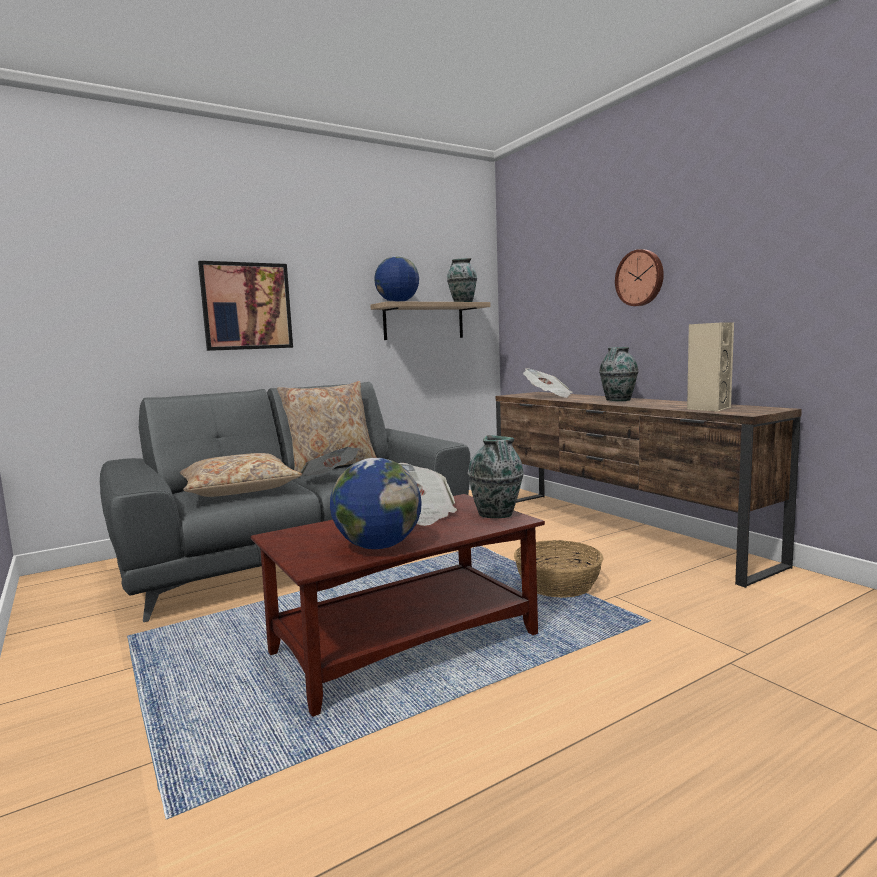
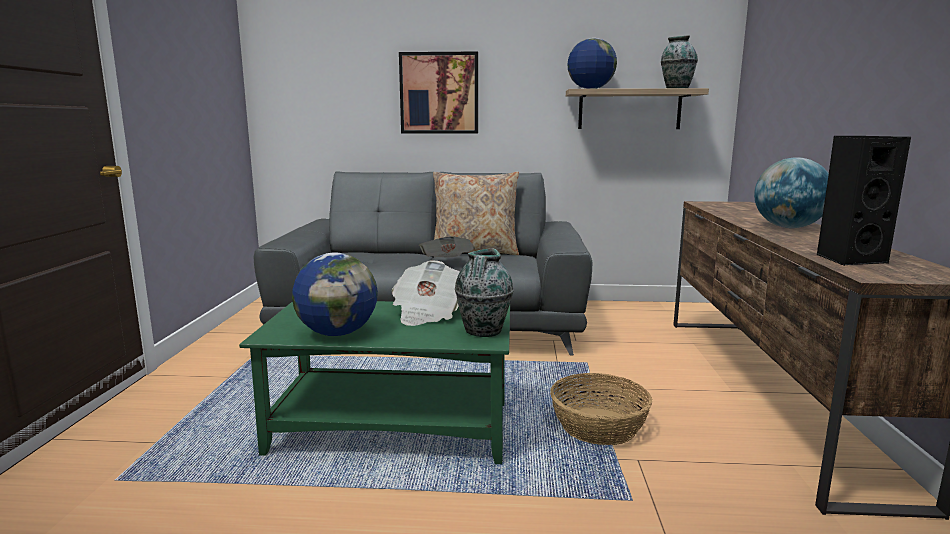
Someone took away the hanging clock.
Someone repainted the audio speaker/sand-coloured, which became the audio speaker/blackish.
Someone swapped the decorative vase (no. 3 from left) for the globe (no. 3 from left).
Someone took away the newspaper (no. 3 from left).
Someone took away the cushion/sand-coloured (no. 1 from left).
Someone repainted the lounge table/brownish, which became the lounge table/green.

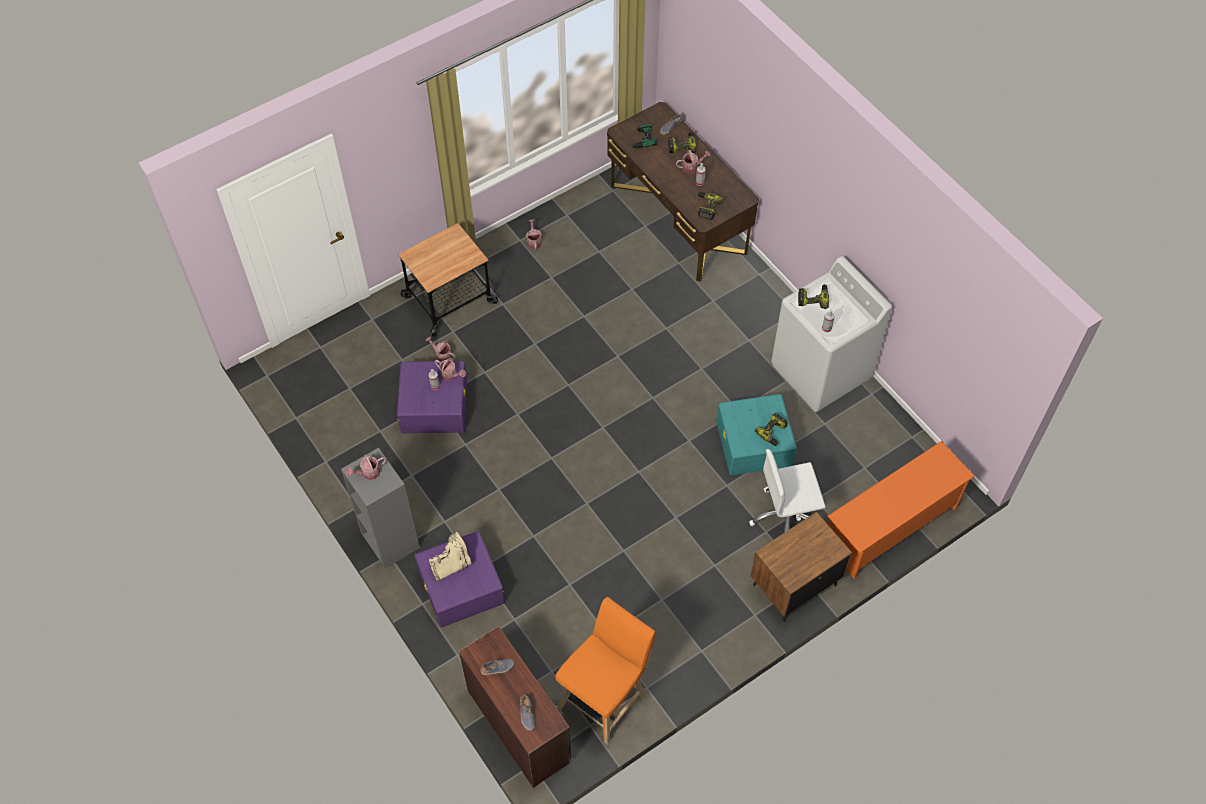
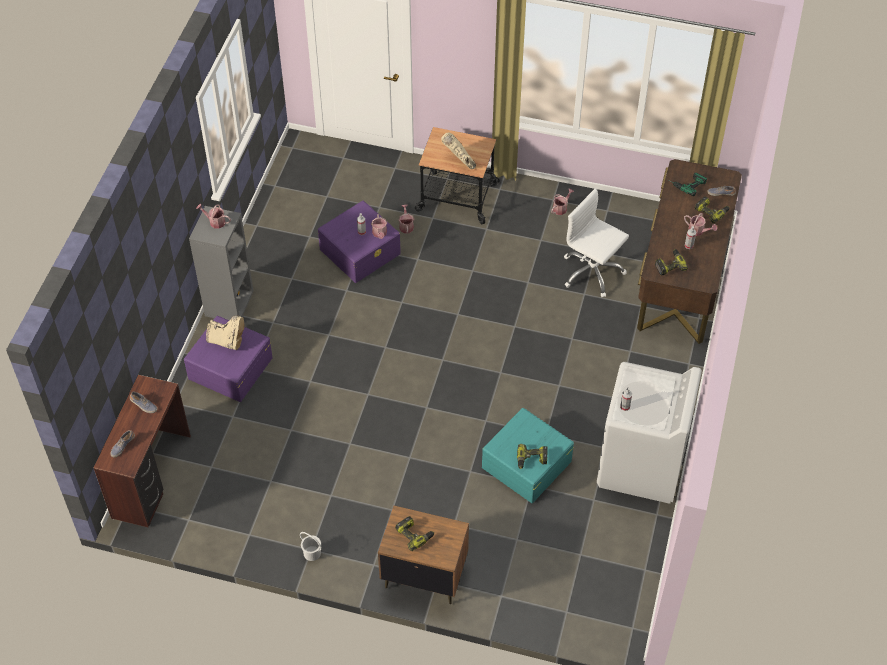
Someone carried the electric drill (no. 5 from left in the first image).
Someone took away the shoe shelf/orange.
Someone carried the office chair/white-coloured.
Someone took away the stool seat/orange.
Someone put down the tall boot/sand-coloured (no. 2 from left).
Someone put down the water bucket/white-coloured.

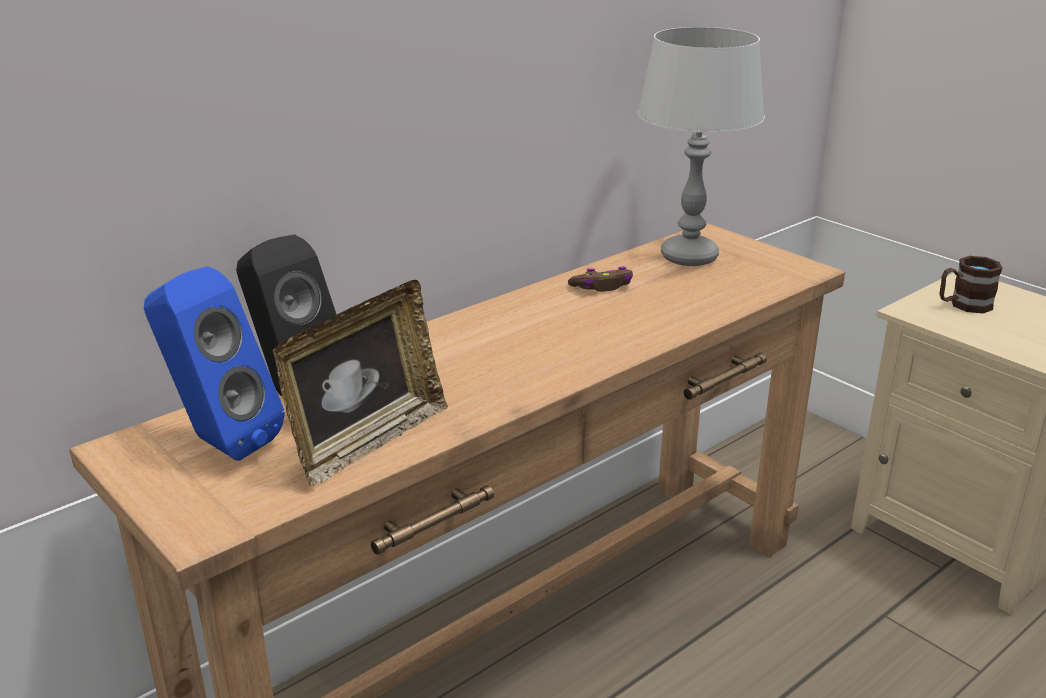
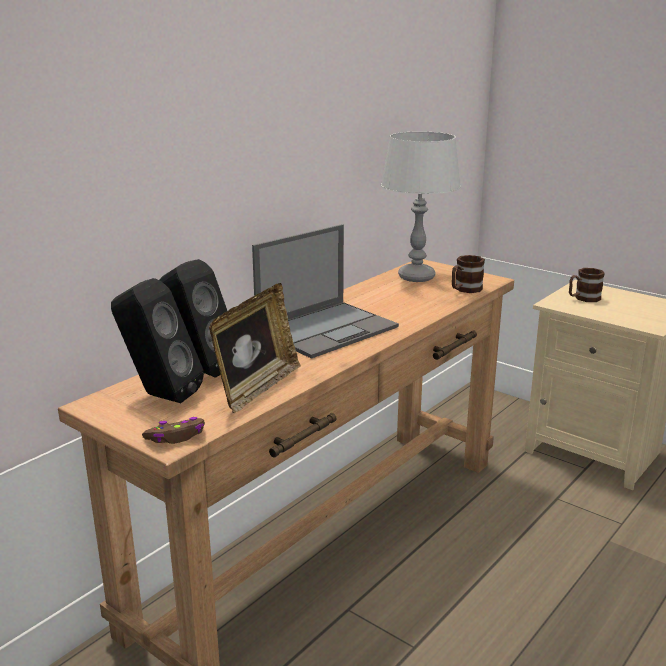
Someone repainted the audio speaker/blue-coloured, which became the audio speaker/blackish (no. 1 from left).
Someone carried the game controller/brownish.
Someone put down the notebook computer.
Someone put down the tea mug/brownish (no. 1 from left).

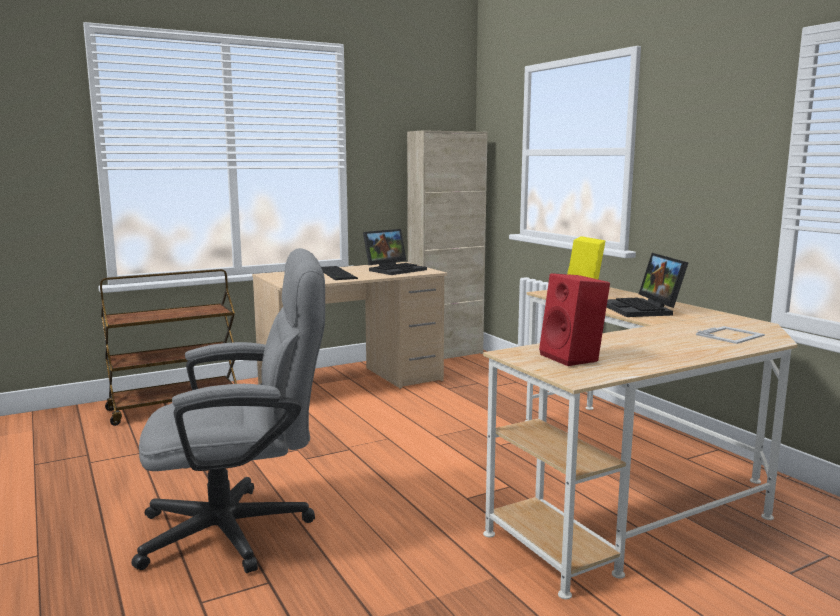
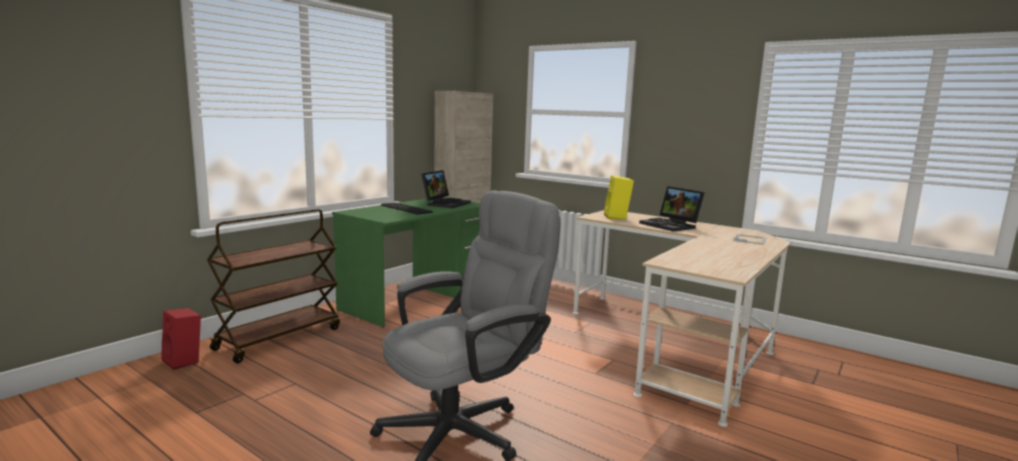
Someone repainted the desk table/sand-coloured (no. 1 from left), which became the desk table/green.
Someone carried the audio speaker/red-coloured.

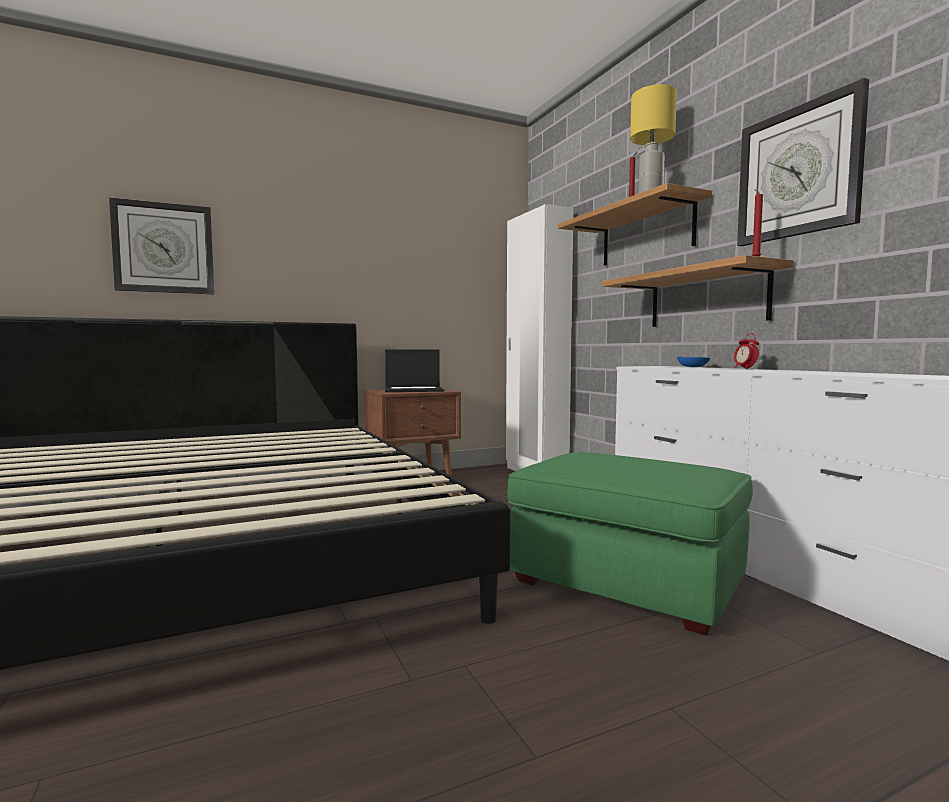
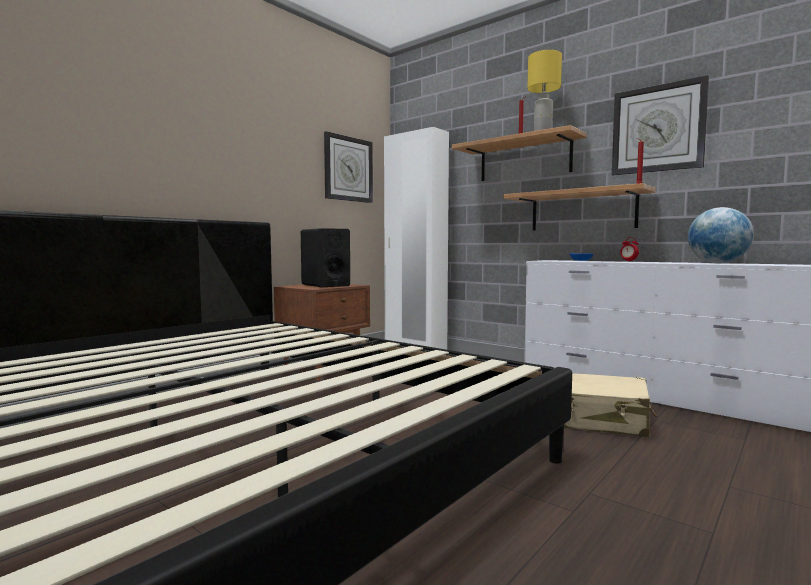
Someone carried the hanging clock (no. 1 from left).
Someone swapped the notebook computer for the audio speaker/blackish.
Someone swapped the footrest/green for the piece of luggage/sand-coloured.
Someone put down the globe.

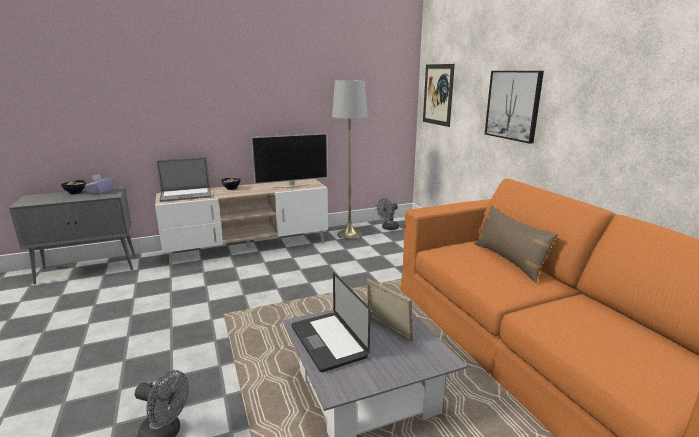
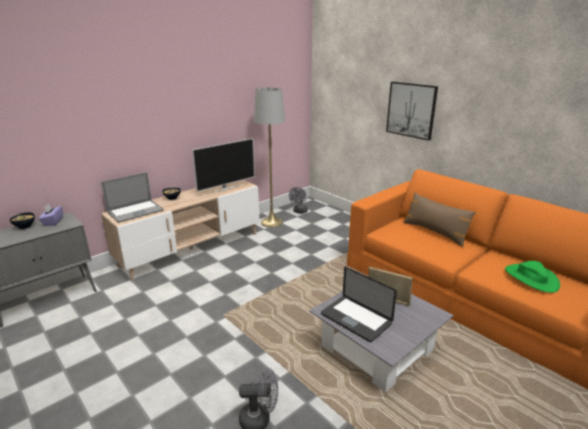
Someone took away the wall picture (no. 1 from left).
Someone put down the wearable hat/green.

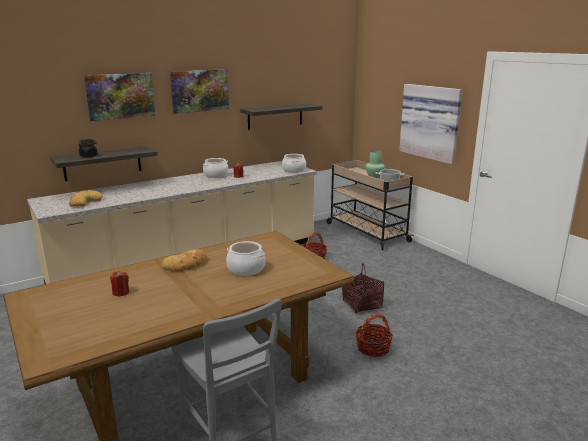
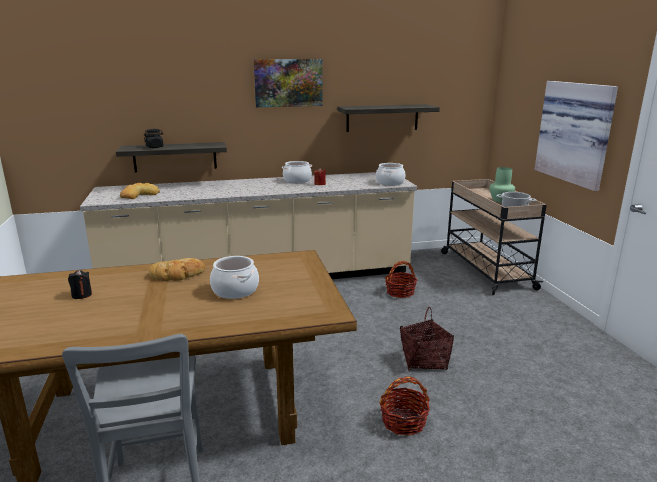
Someone took away the wall picture (no. 1 from left).
Someone repainted the candle/red-coloured (no. 1 from left), which became the candle/blackish.

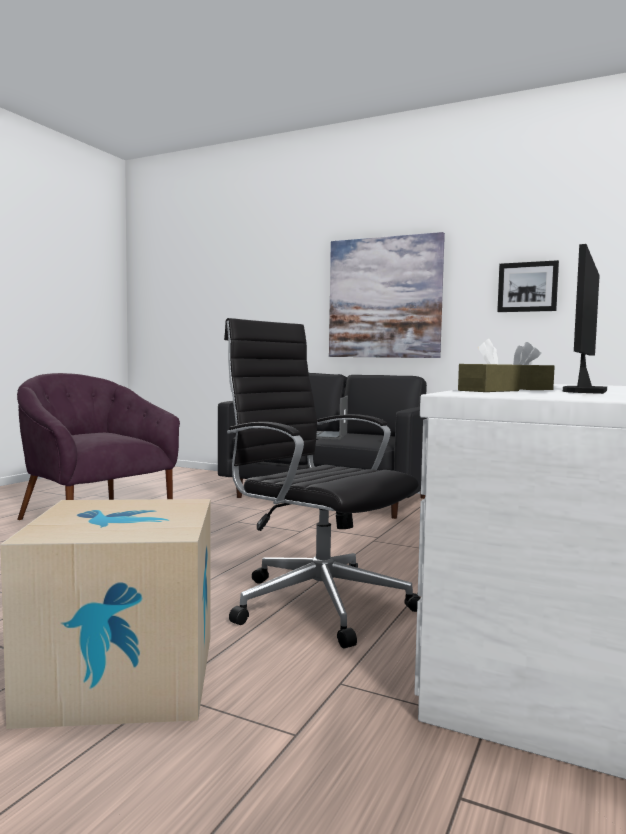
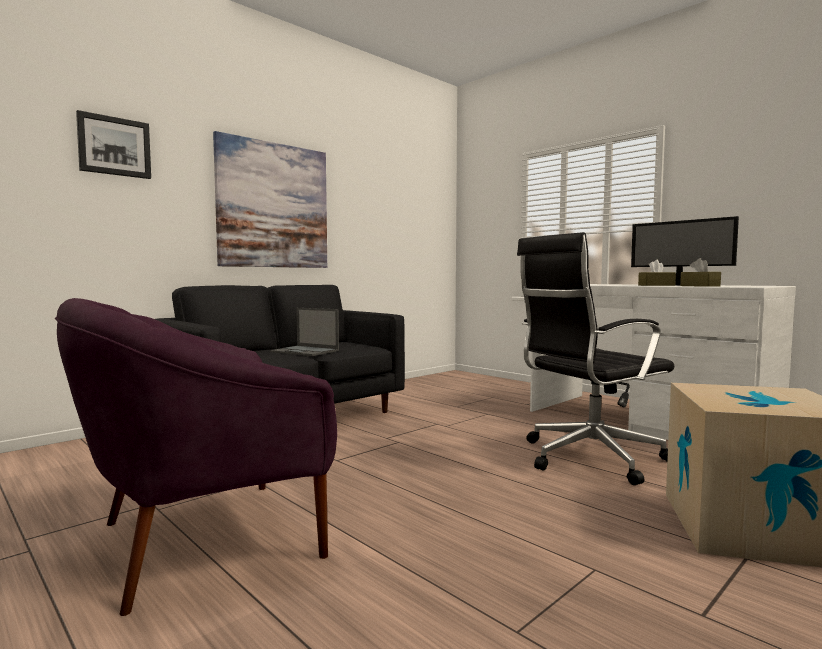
Someone carried the wall picture (no. 2 from left in the first image).

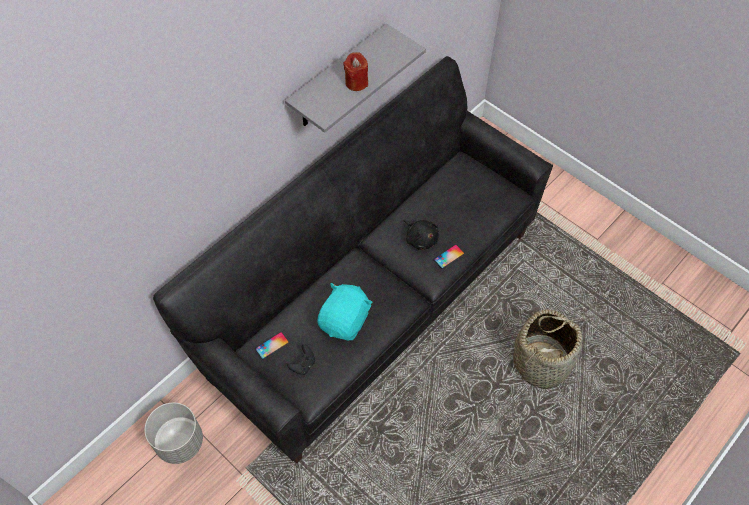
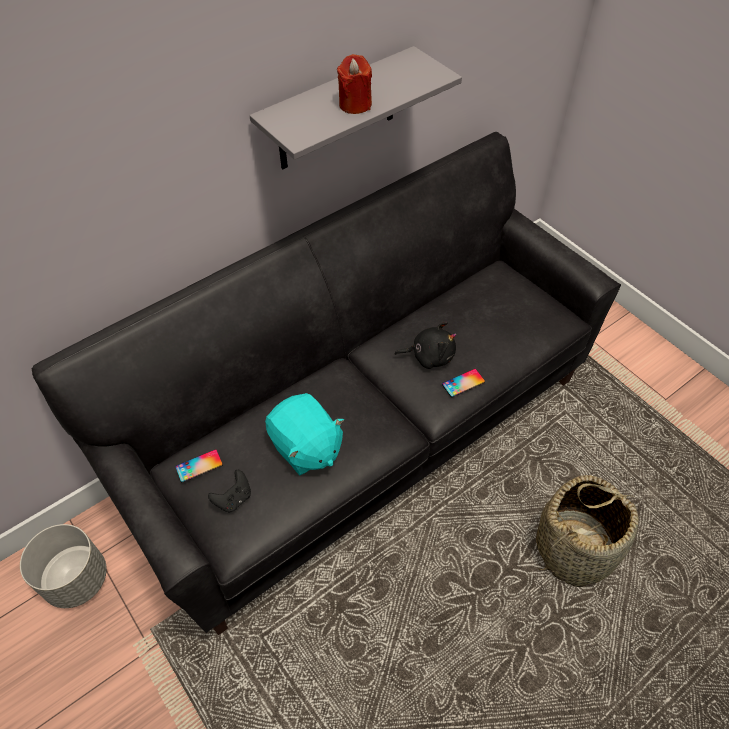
Someone rotated the plush toy/blackish by 60 degrees counterclockwise.
Someone rotated the plush toy/turquoise by 105 degrees clockwise.

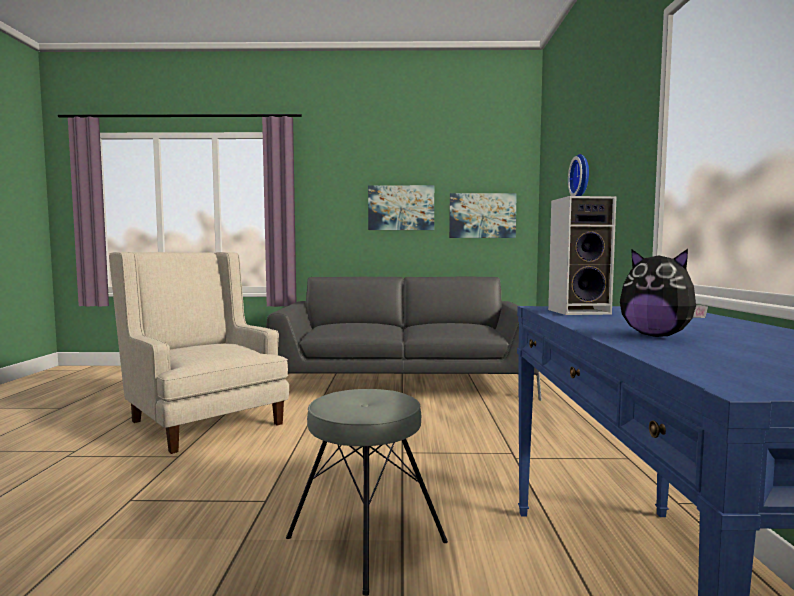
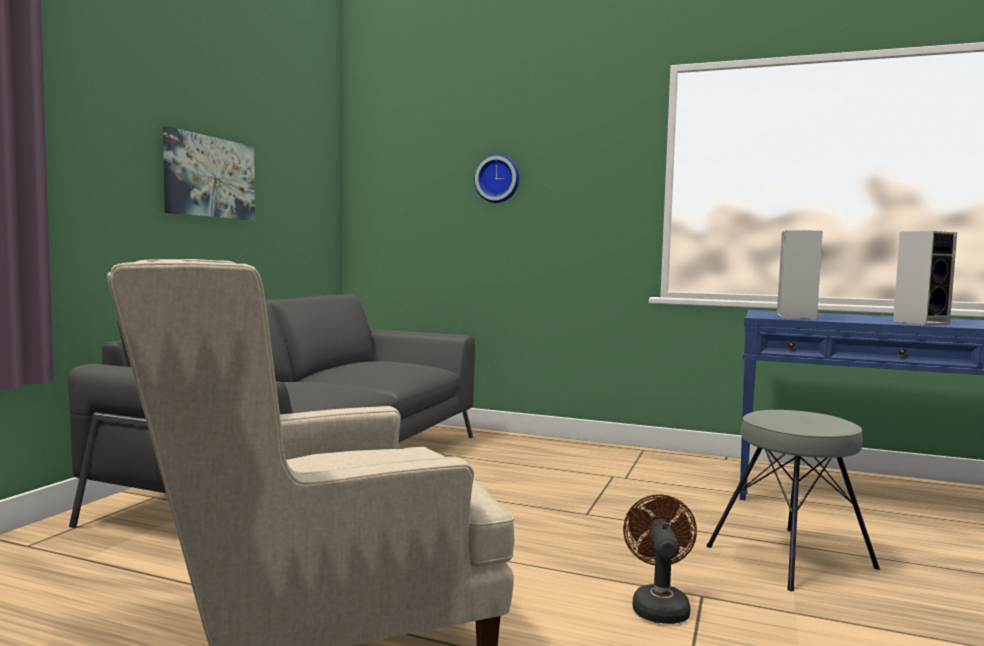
Someone took away the wall picture (no. 2 from left).
Someone swapped the plush toy for the audio speaker (no. 2 from left).
Someone put down the electric fan/brownish.

